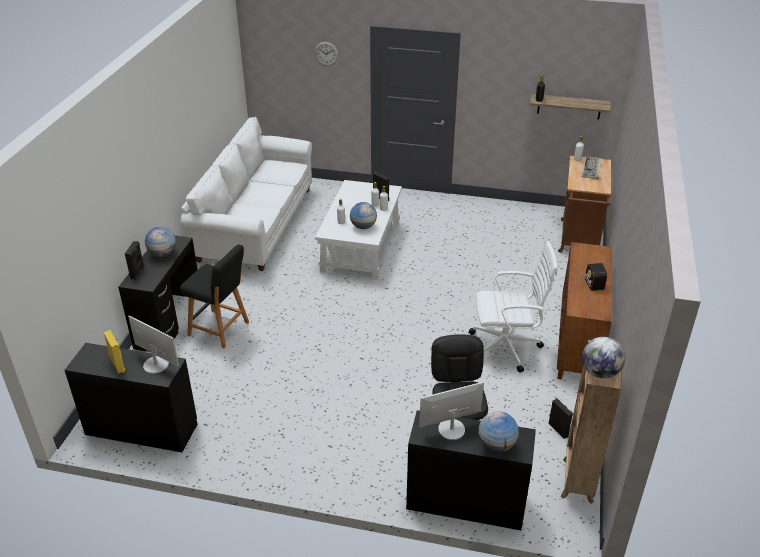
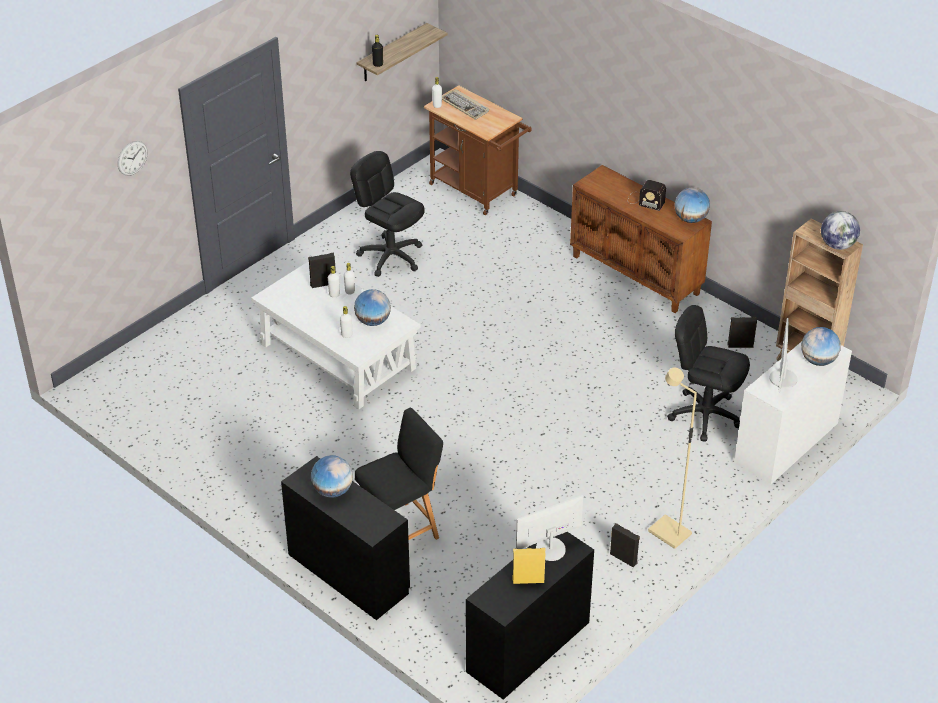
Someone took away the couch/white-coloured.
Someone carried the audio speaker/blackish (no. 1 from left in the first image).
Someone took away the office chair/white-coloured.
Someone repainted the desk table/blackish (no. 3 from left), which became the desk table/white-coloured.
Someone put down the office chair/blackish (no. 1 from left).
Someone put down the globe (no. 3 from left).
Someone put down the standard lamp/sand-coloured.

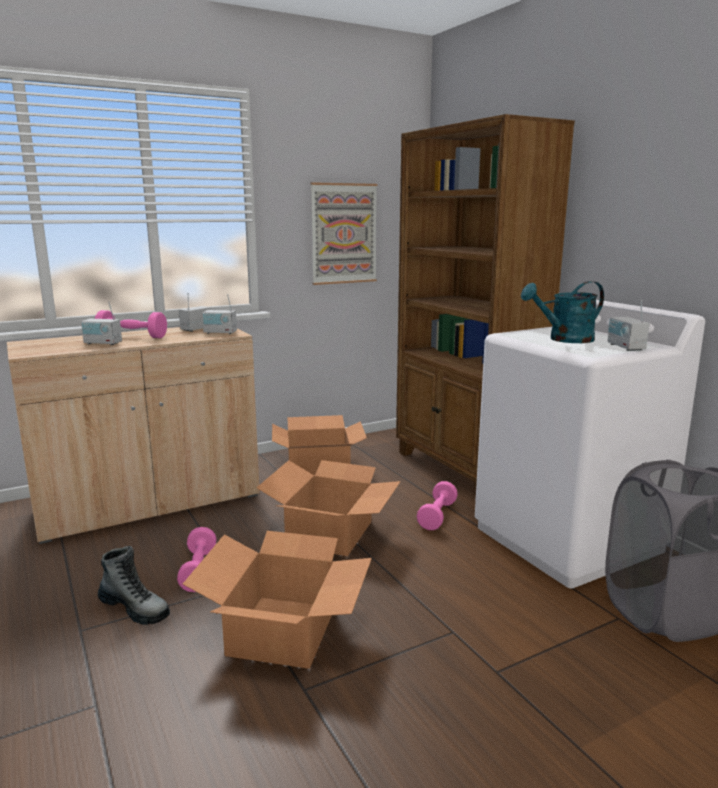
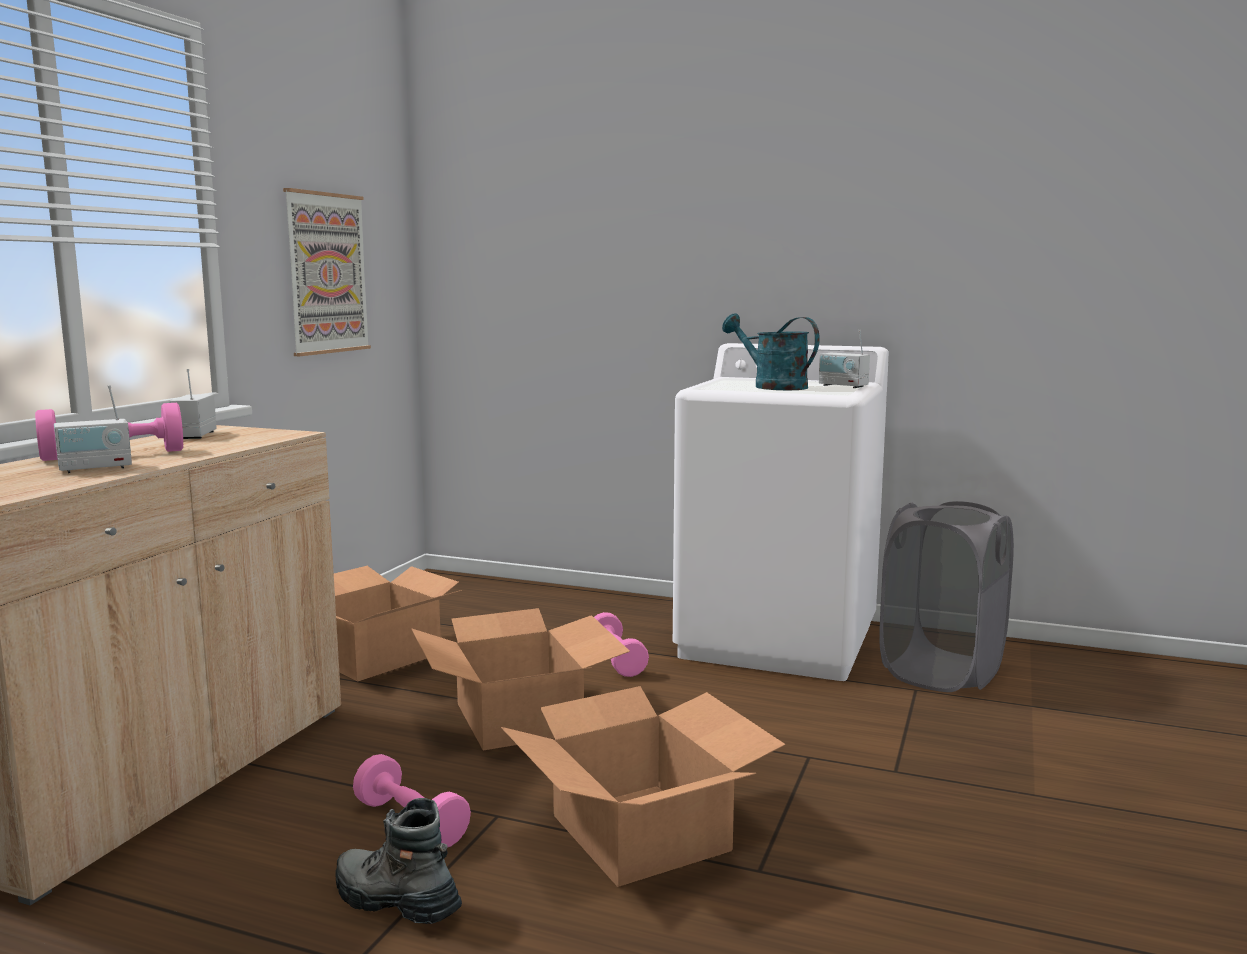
Someone took away the bookcase/brownish.
Someone rotated the watering pot/turquoise by 105 degrees clockwise.
Someone took away the radio (no. 3 from left).
Someone rotated the tall boot by 135 degrees counterclockwise.

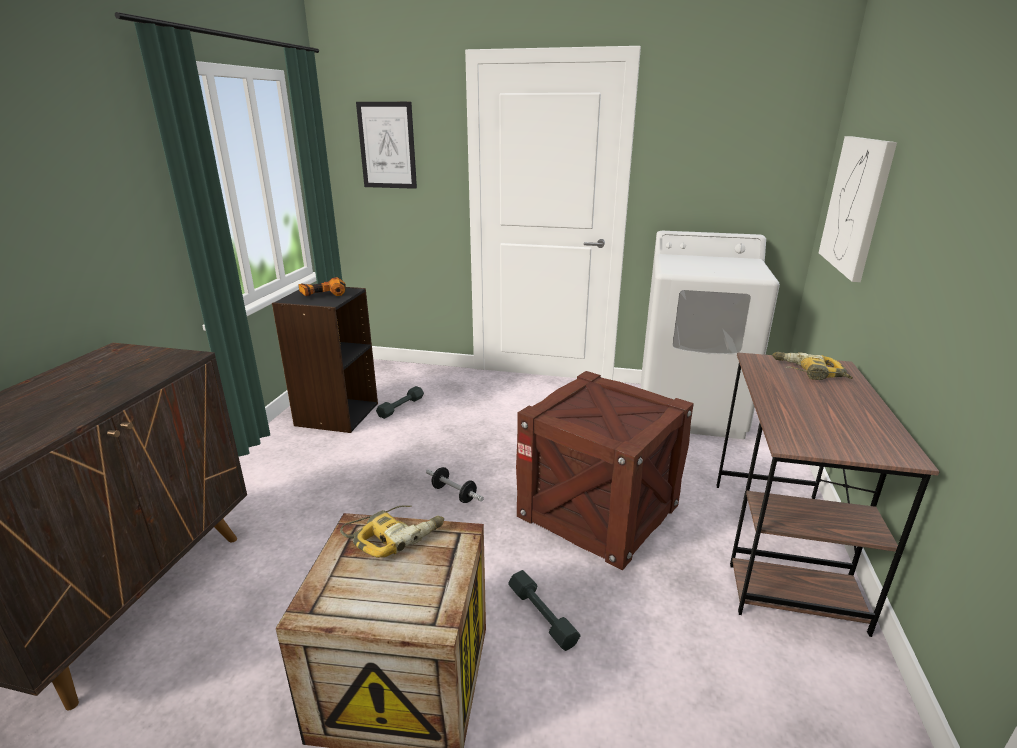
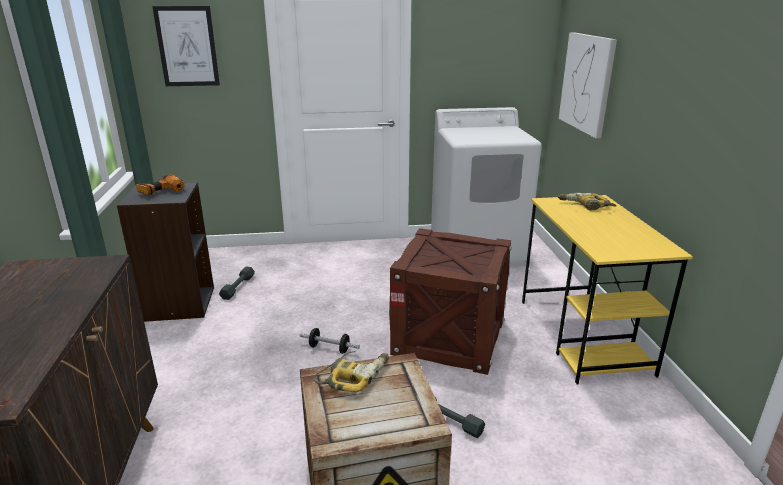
Someone repainted the desk table/brownish, which became the desk table/yellow.

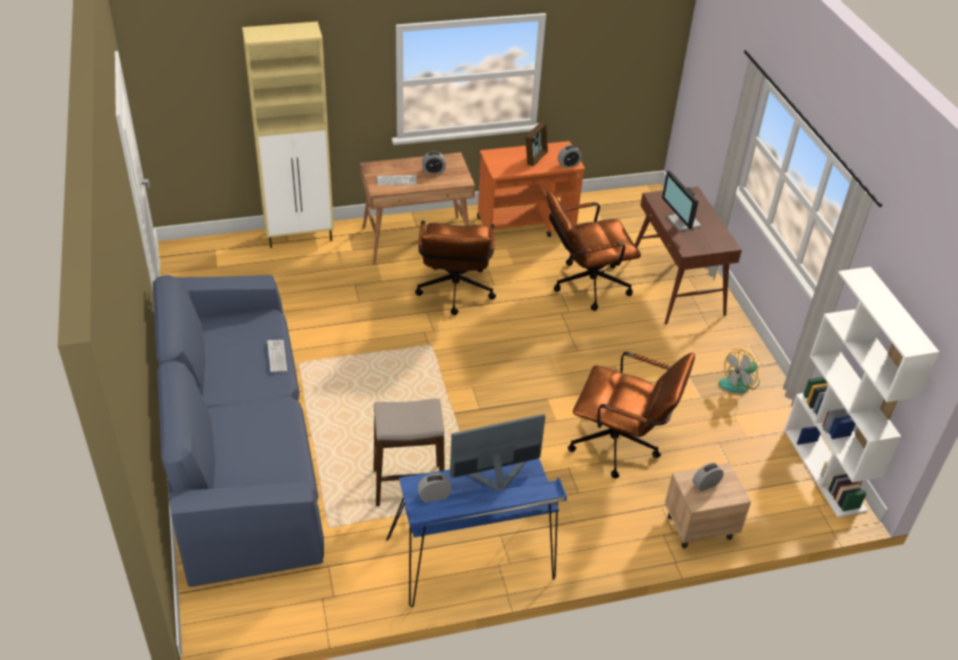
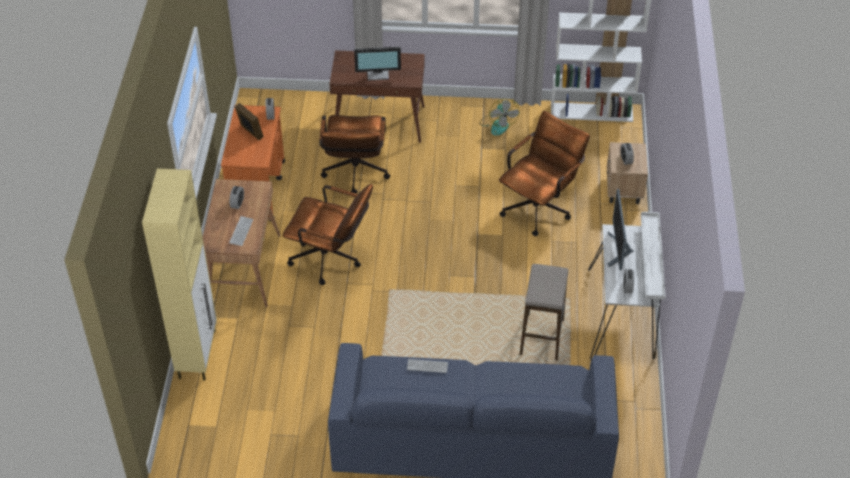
Someone repainted the desk table/blue-coloured, which became the desk table/white-coloured.

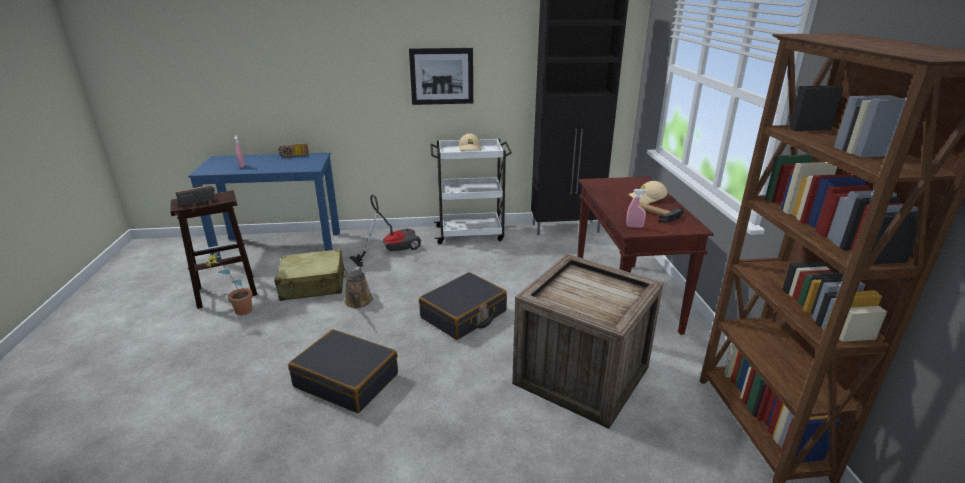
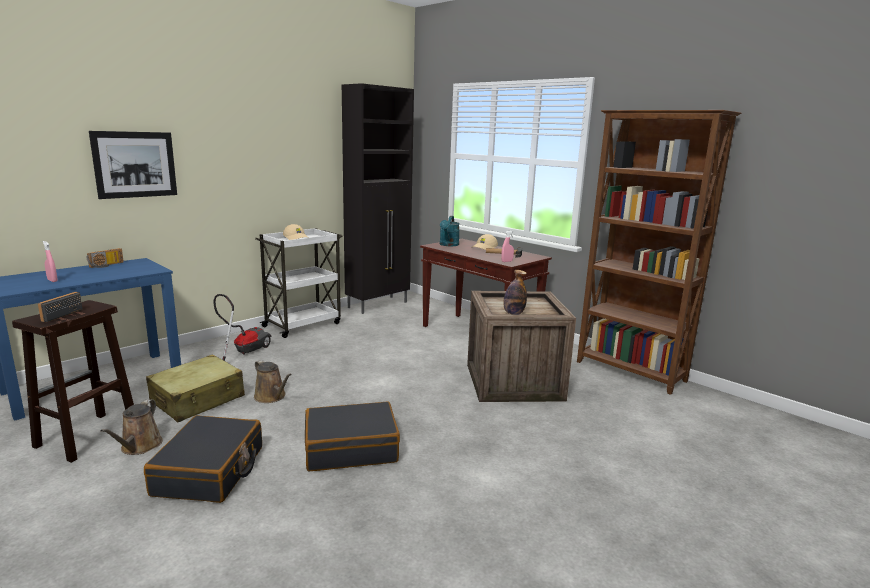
Someone carried the wall picture.
Someone swapped the plant in a pot for the watering pot/brownish (no. 1 from left).
Someone carried the piece of luggage/blackish (no. 2 from left in the first image).
Someone put down the watering pot/turquoise.
Someone put down the bottle.

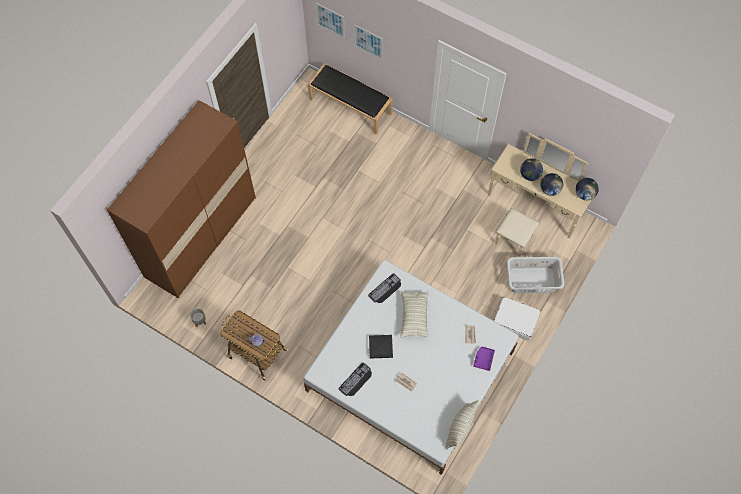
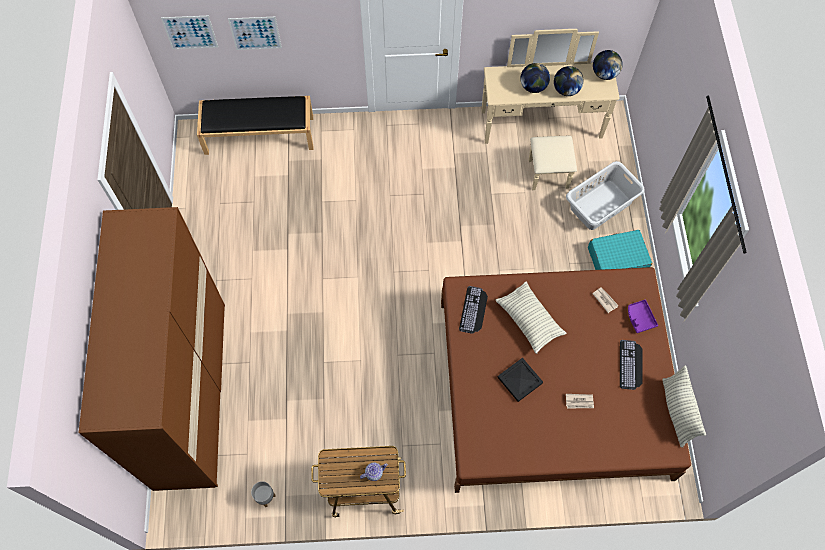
Someone repainted the sleeping bed/white-coloured, which became the sleeping bed/brownish.
Someone repainted the piece of luggage/white-coloured, which became the piece of luggage/turquoise.
Someone carried the PC keyboard (no. 1 from left in the first image).

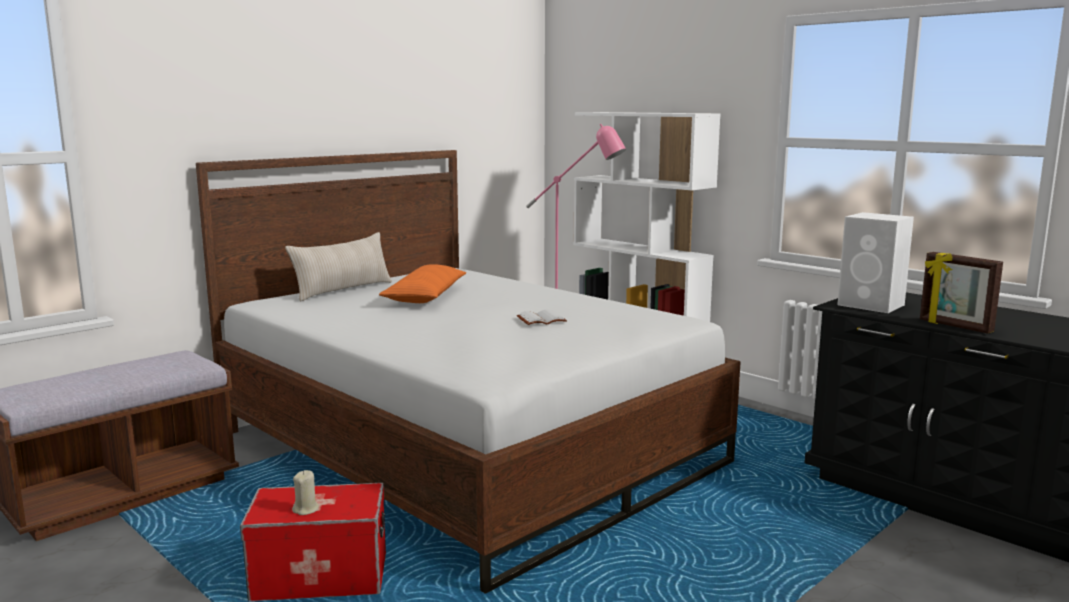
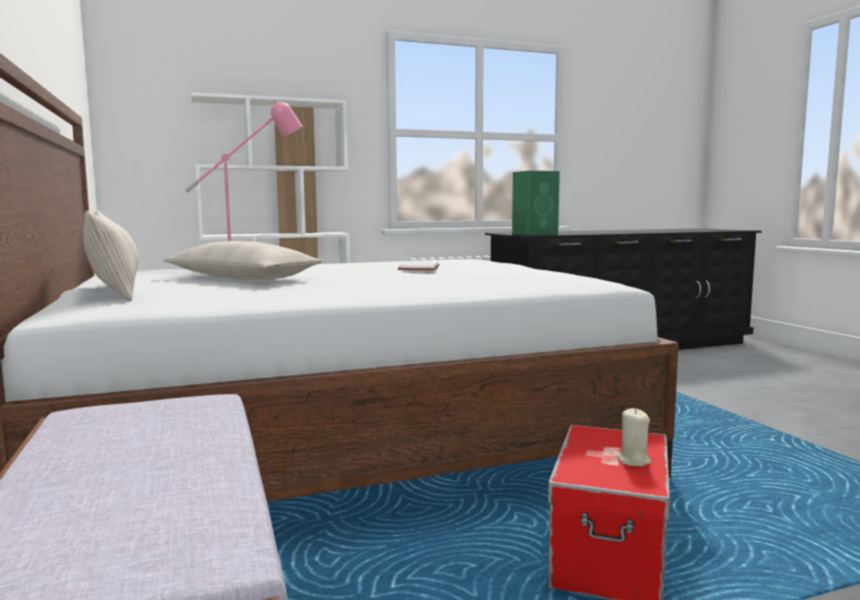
Someone repainted the audio speaker/white-coloured, which became the audio speaker/green.
Someone took away the standing frame.
Someone repainted the cushion/orange, which became the cushion/sand-coloured (no. 2 from left).

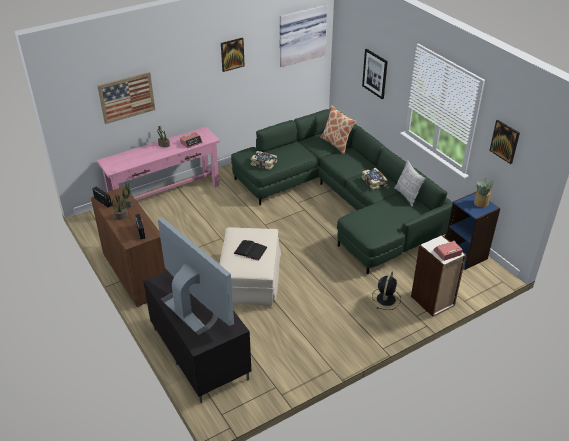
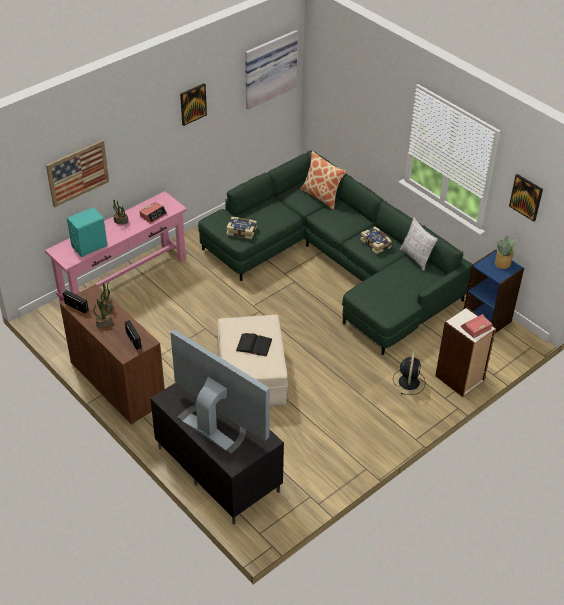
Someone took away the wall picture (no. 4 from left).
Someone put down the audio speaker/turquoise.

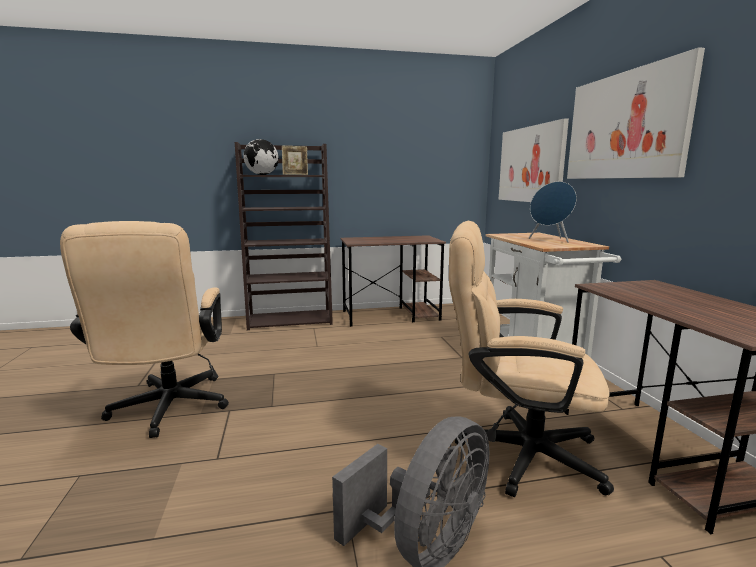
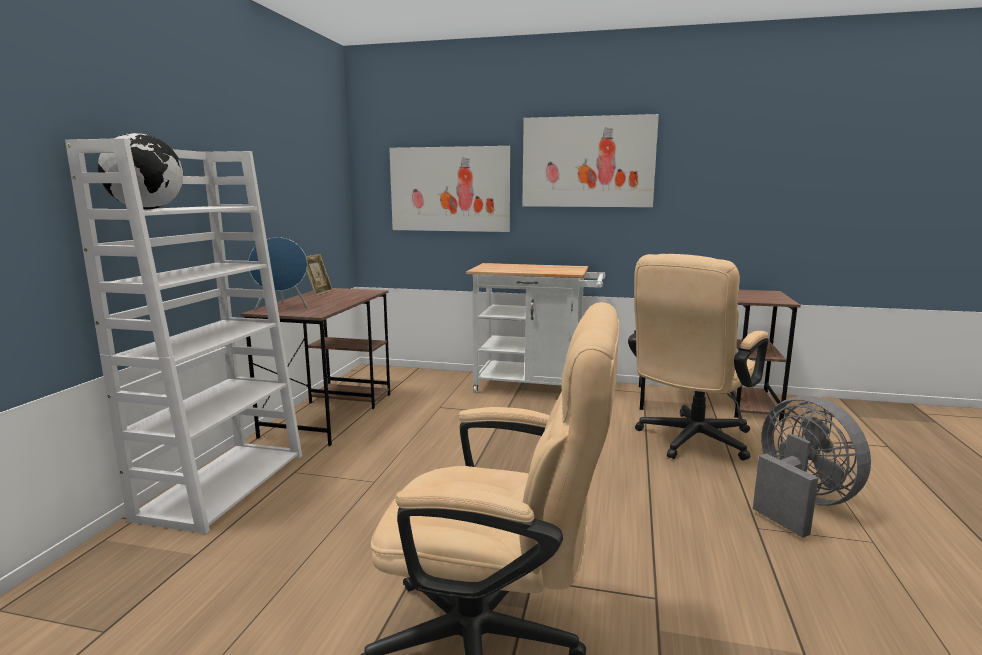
Someone repainted the bookcase/brownish, which became the bookcase/white-coloured.
Someone carried the standing frame.
Someone carried the audio speaker/blue-coloured.

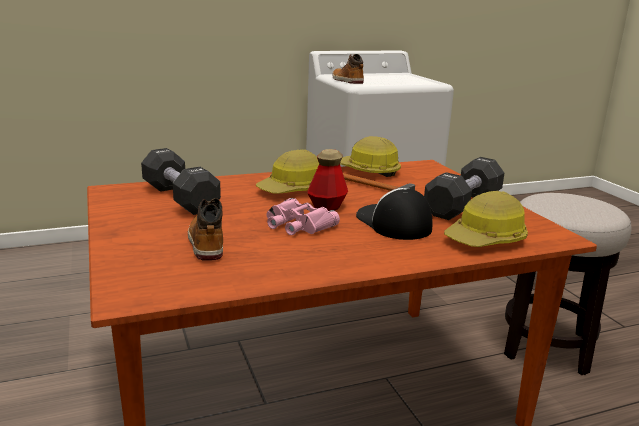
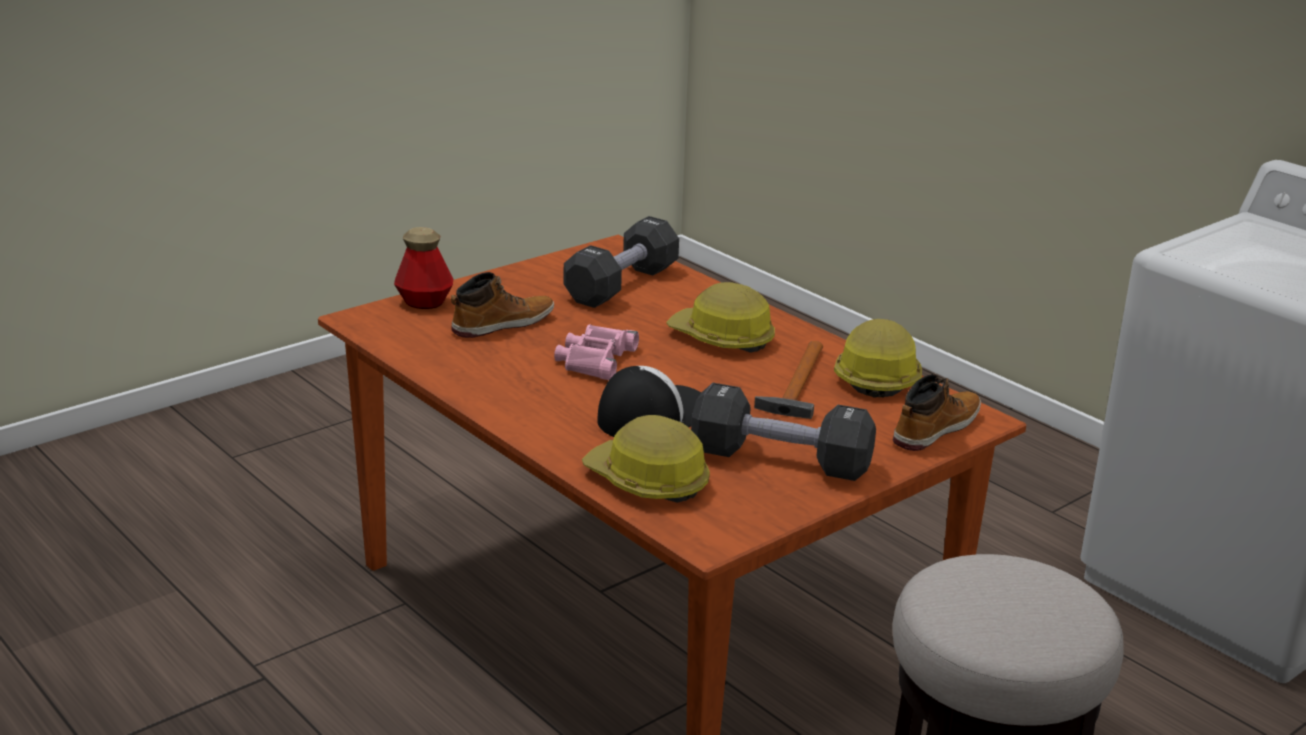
Someone carried the tall boot (no. 2 from left).
Someone carried the bottle.

